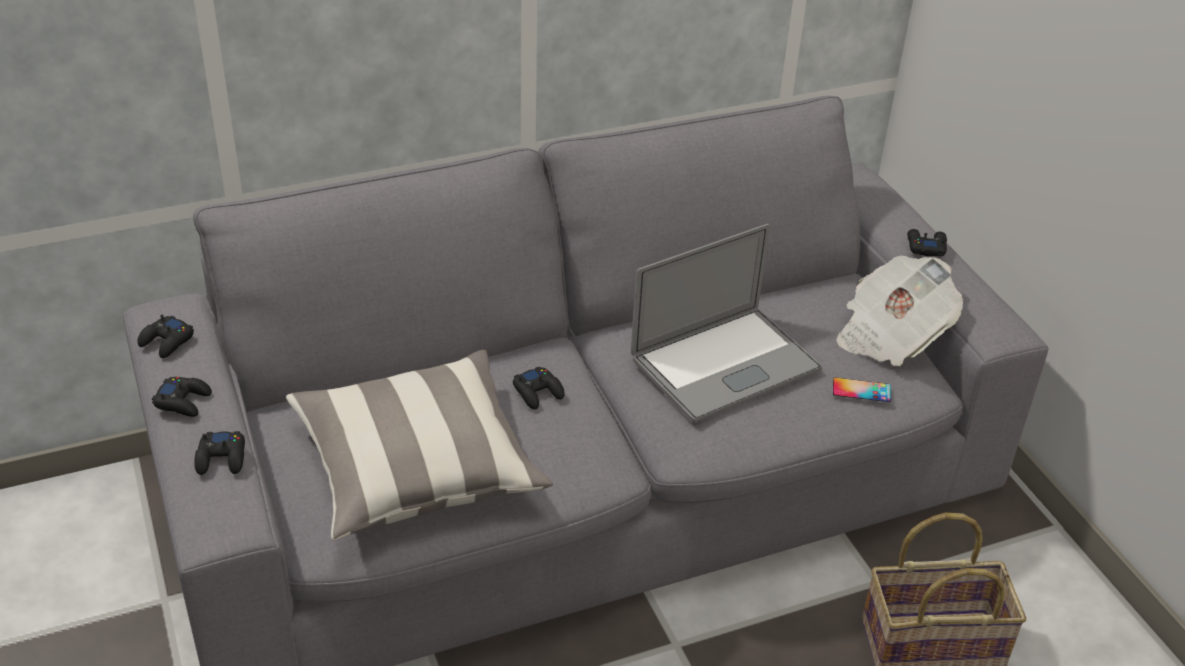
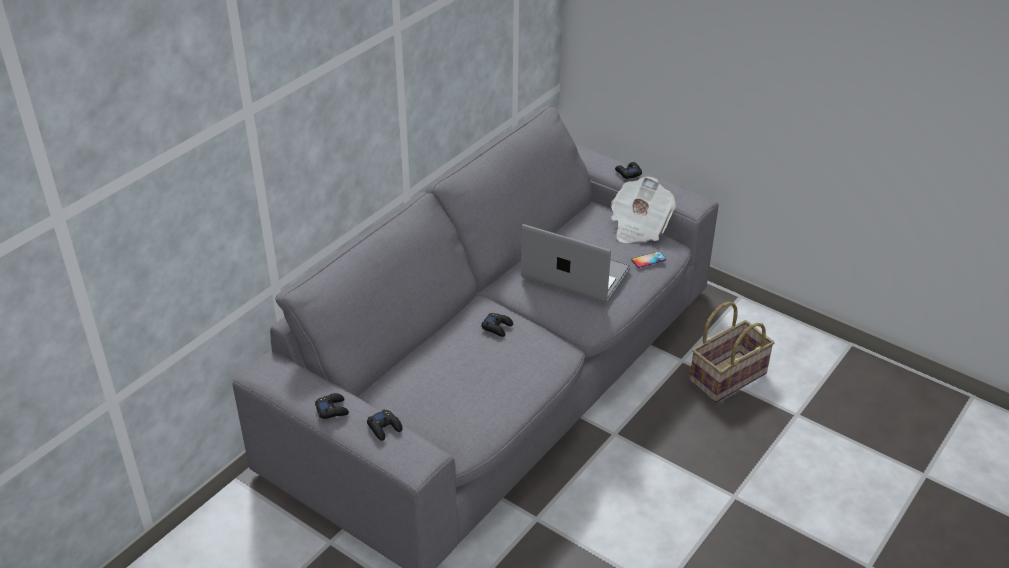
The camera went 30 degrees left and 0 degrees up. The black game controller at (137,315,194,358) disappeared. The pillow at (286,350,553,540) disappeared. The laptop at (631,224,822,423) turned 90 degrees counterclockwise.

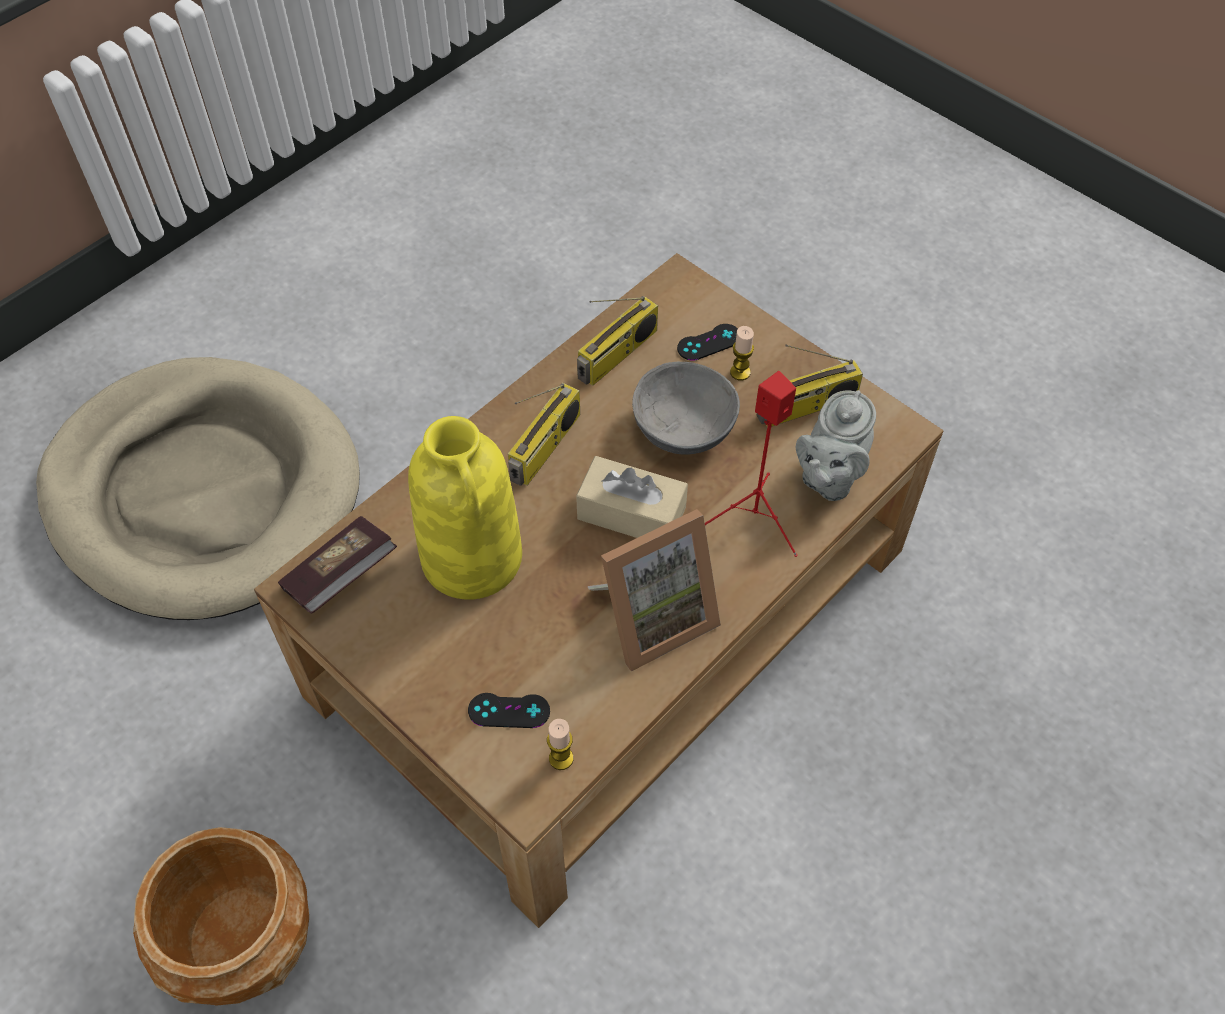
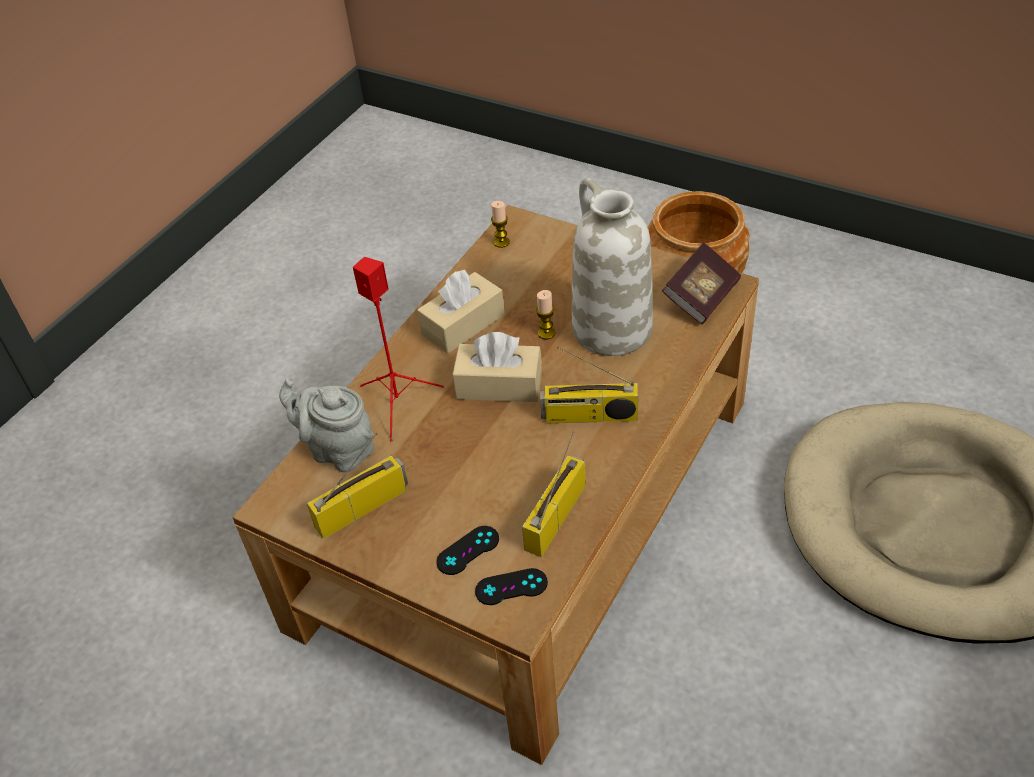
The camera went 170 degrees right and 10 degrees down. The yellow vase at (408,416,522,600) became the white vase at (572,178,653,356). The black game controller moved from (468,693,550,728) to (475,568,548,605). The radio at (508,383,580,486) turned 105 degrees counterclockwise. The picture frame at (588,509,721,672) was replaced by the beige tissue box at (417,270,505,354). The grey bowl at (632,362,740,455) disappeared. The candle moved from (730,326,754,380) to (536,290,555,340). The grey teapot at (796,390,876,501) turned 75 degrees counterclockwise.

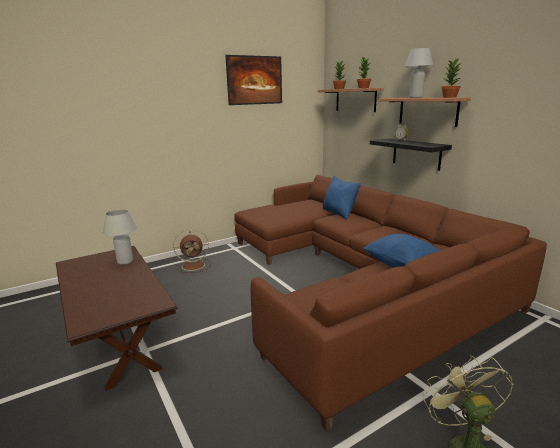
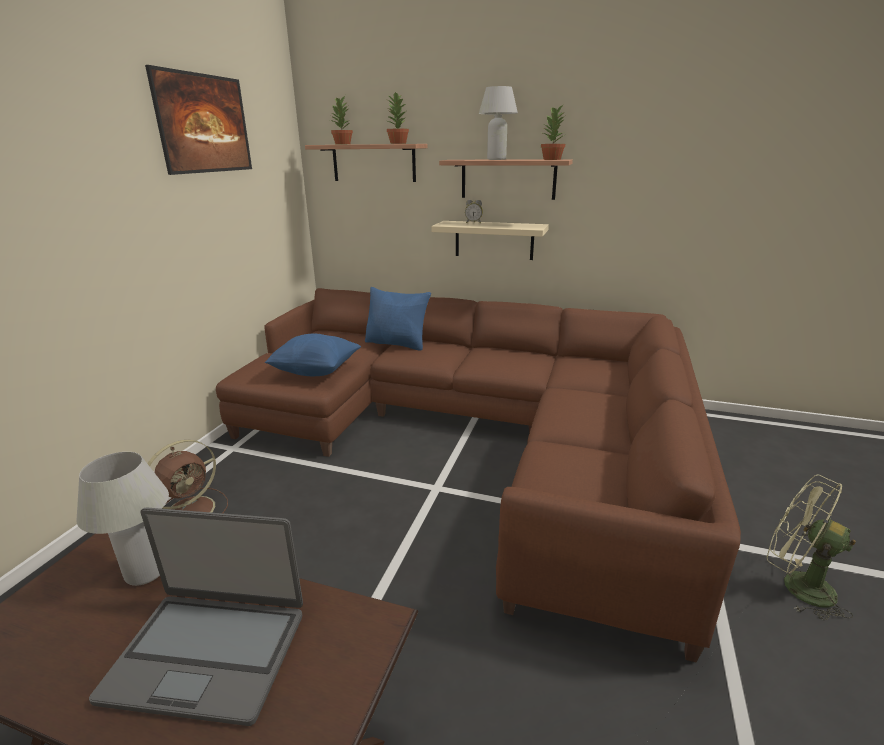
The camera went 40 degrees left and 5 degrees up. The blue pillow moved from (363,234,441,268) to (265,333,361,376). The black shelf at (370,138,452,171) became the beige shelf at (431,221,549,260). The laptop at (89,507,303,726) appeared.

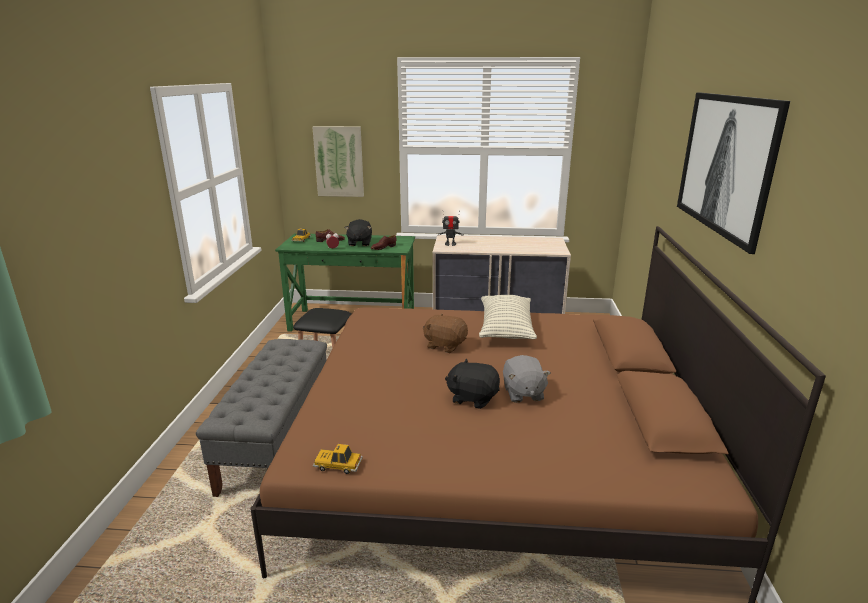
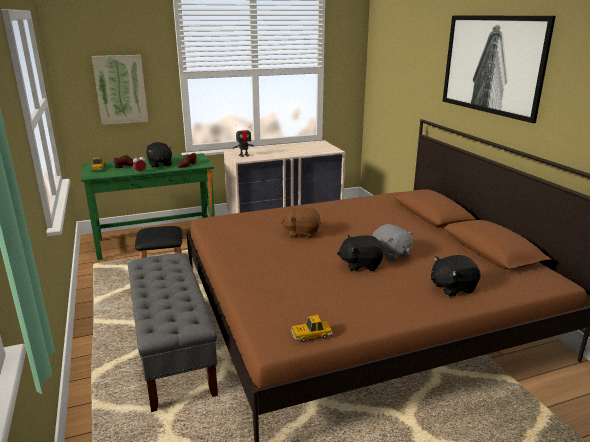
The camera went 25 degrees left and 0 degrees up. The pillow at (479,295,537,339) disappeared. The black plush toy at (431,255,481,297) appeared.

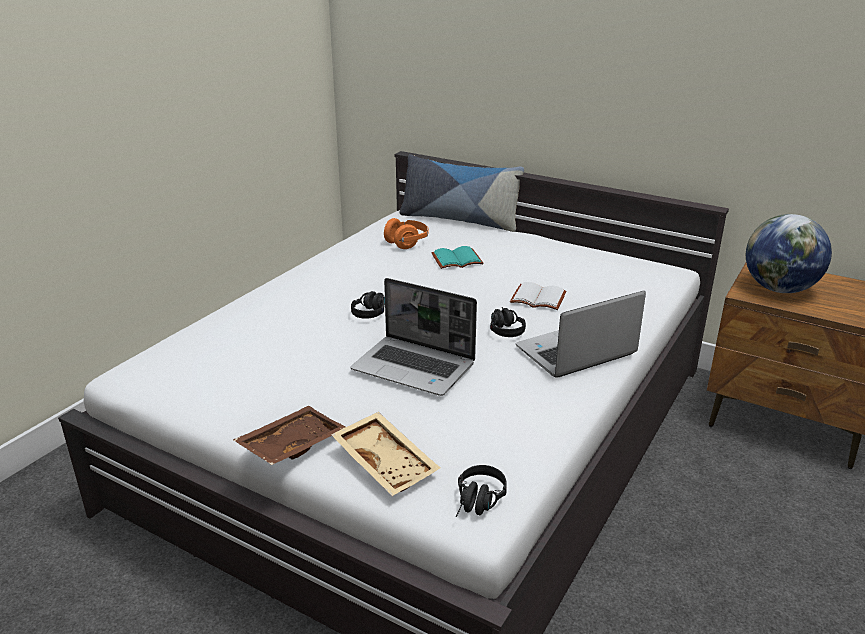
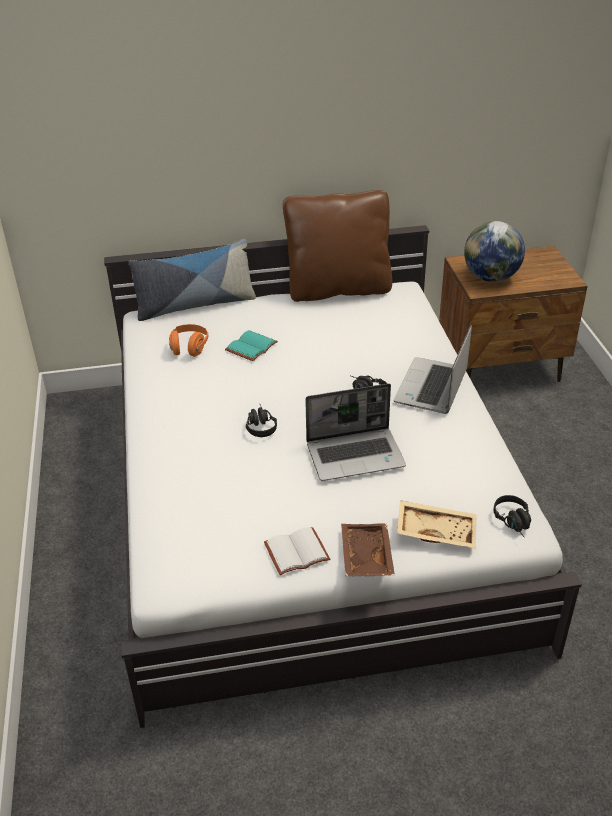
The camera went 40 degrees left and 10 degrees up. The white book moved from (510,282,566,310) to (264,527,330,575). The brown pillow at (283,190,392,302) appeared.

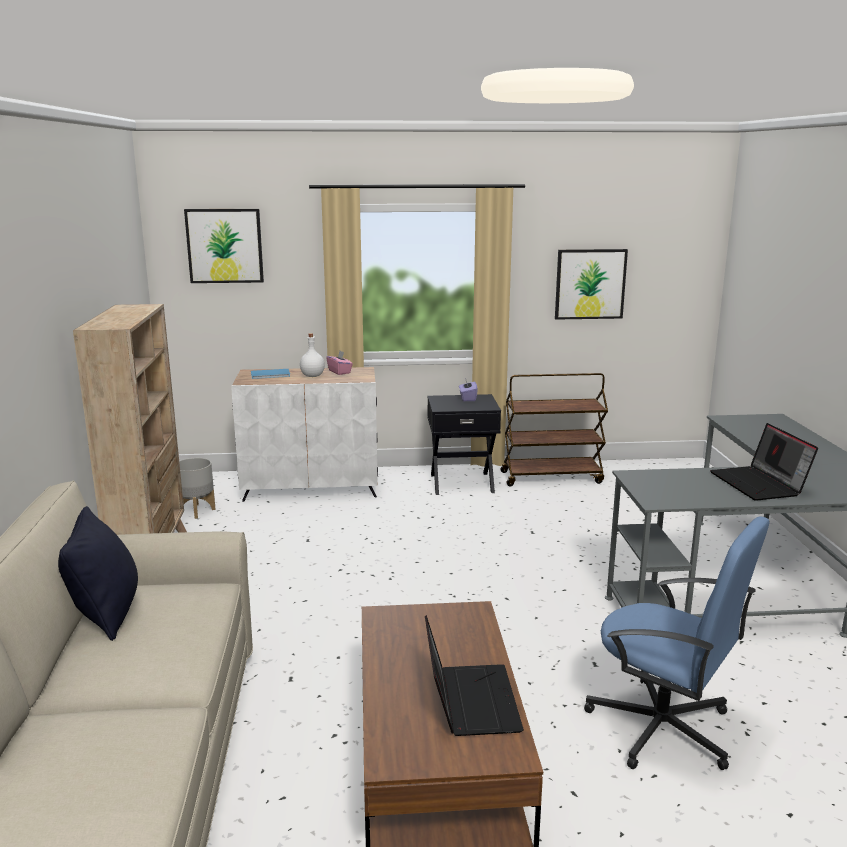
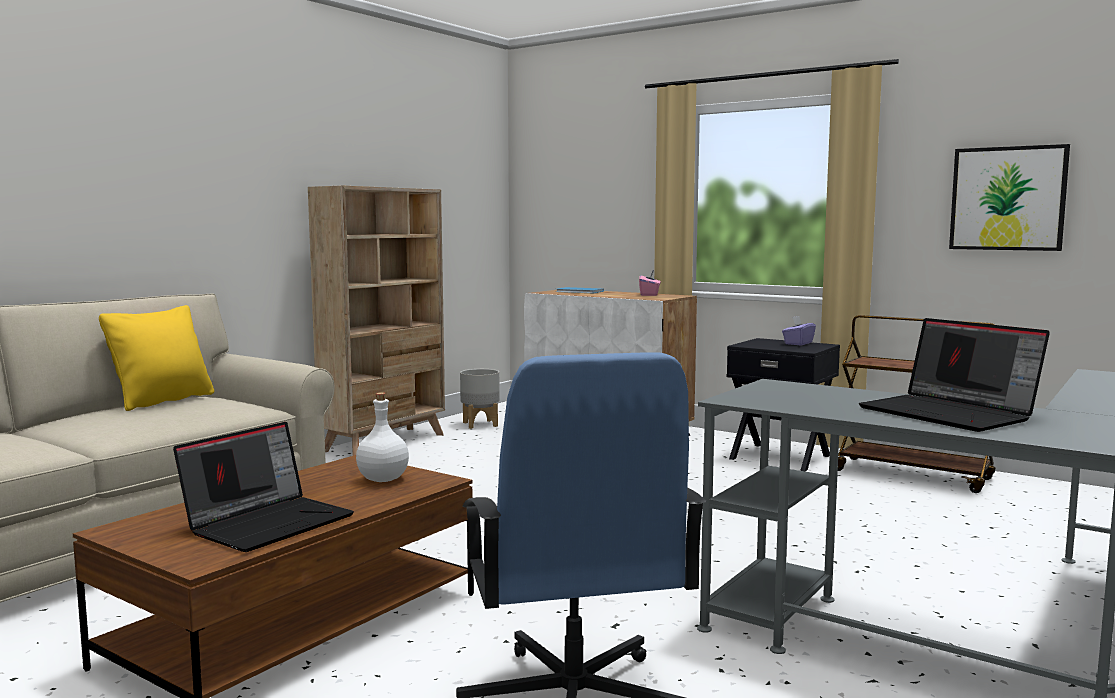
The camera went 40 degrees right and 10 degrees down. The black pillow at (58,506,138,641) became the yellow pillow at (99,305,214,411). The picture at (184,209,264,283) disappeared. The white bottle moved from (300,333,325,377) to (356,392,409,482). The laptop at (710,423,818,501) turned 60 degrees counterclockwise.

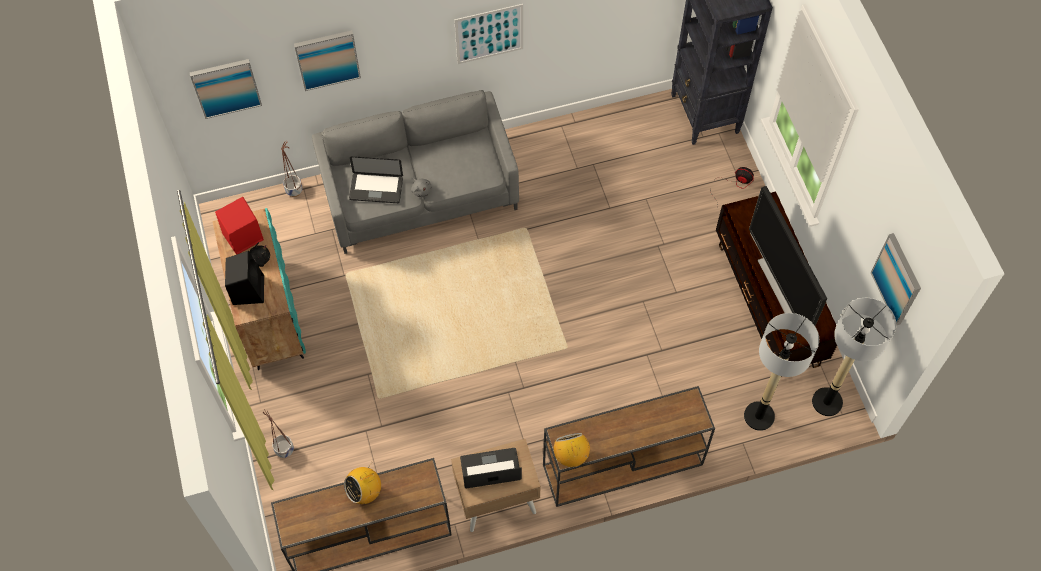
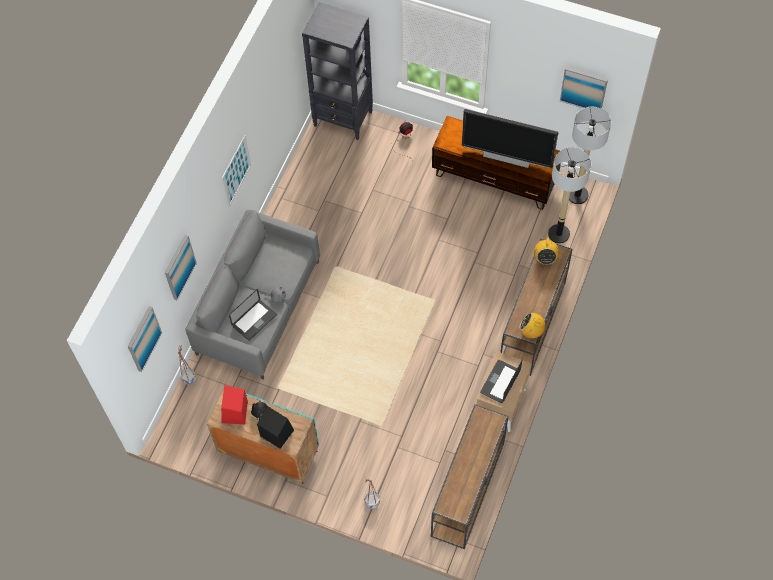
The camera went 50 degrees left and 0 degrees up. The radio moved from (344,464,381,504) to (534,238,559,265).

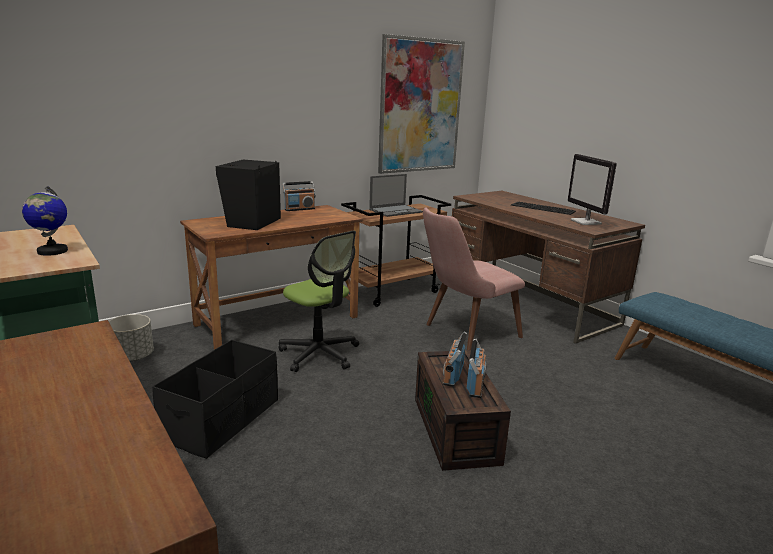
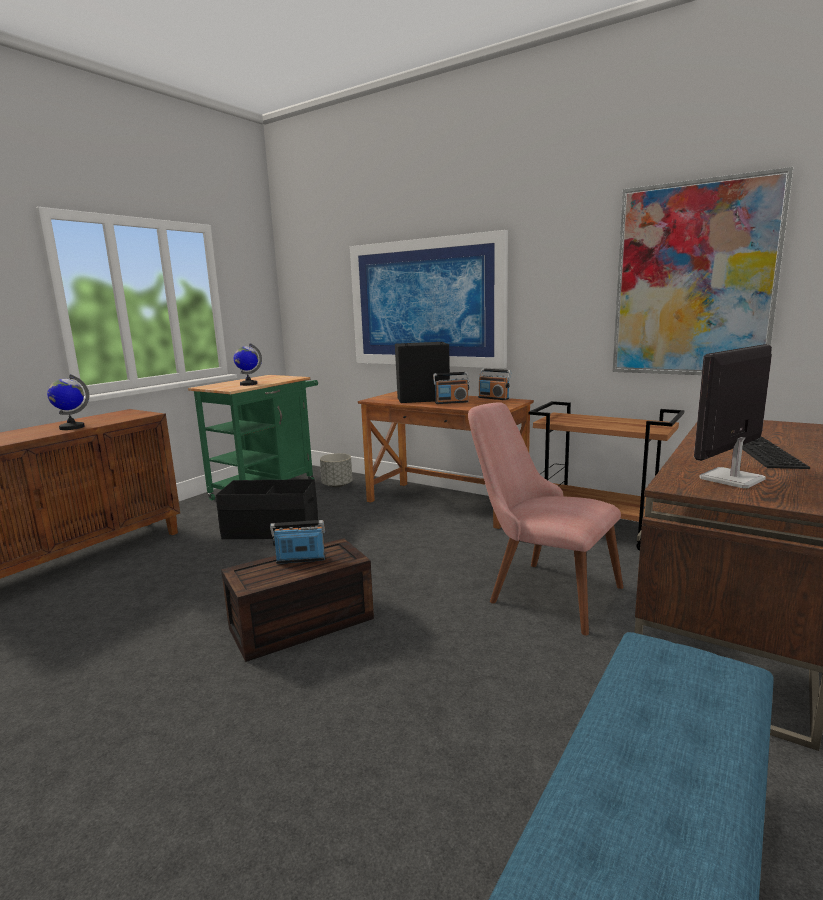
The camera went 70 degrees right and 5 degrees down. The office chair at (278,231,359,372) disappeared. The laptop at (369,174,423,217) disappeared. The radio moved from (467,339,487,398) to (433,372,469,404). The globe at (47,374,89,430) appeared. The picture at (350,230,508,369) appeared.

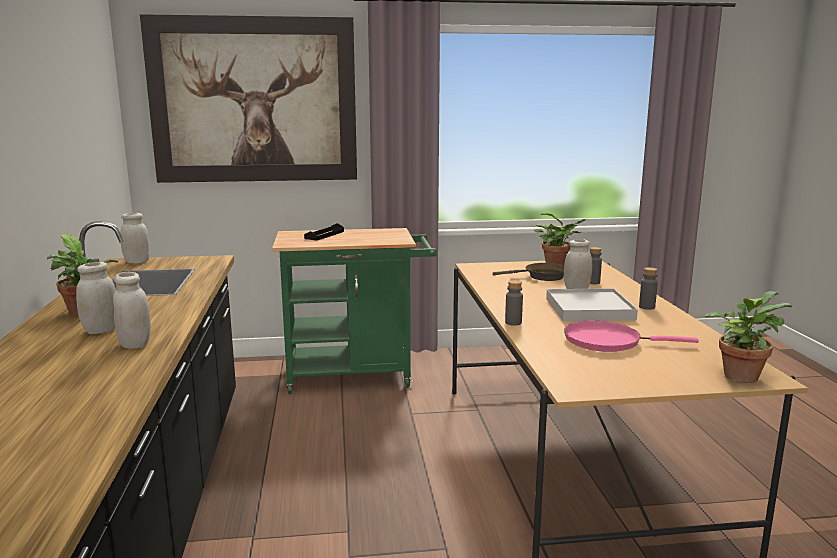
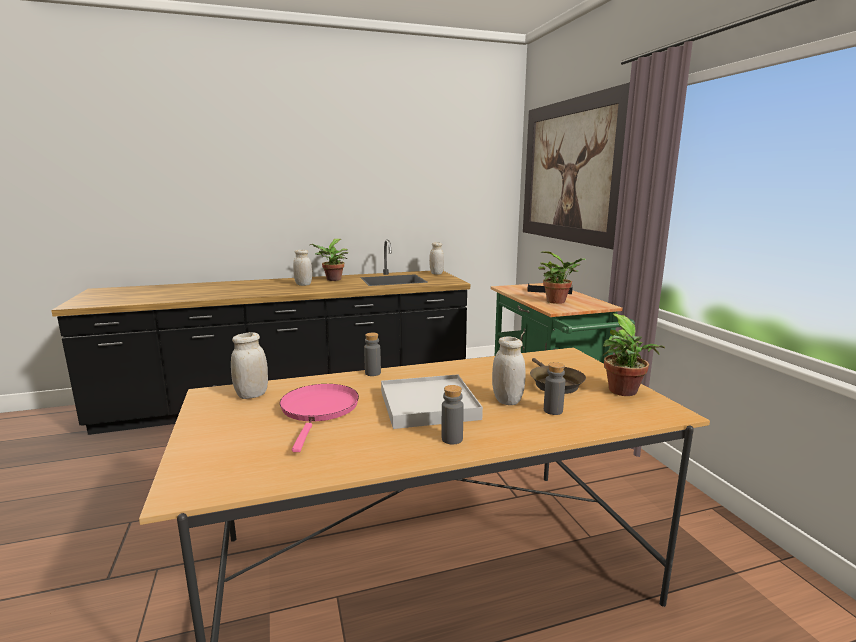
The camera went 80 degrees right and 0 degrees up. The white jar moved from (113,272,151,349) to (231,332,268,399). The potted plant moved from (705,291,792,383) to (538,251,586,304).

